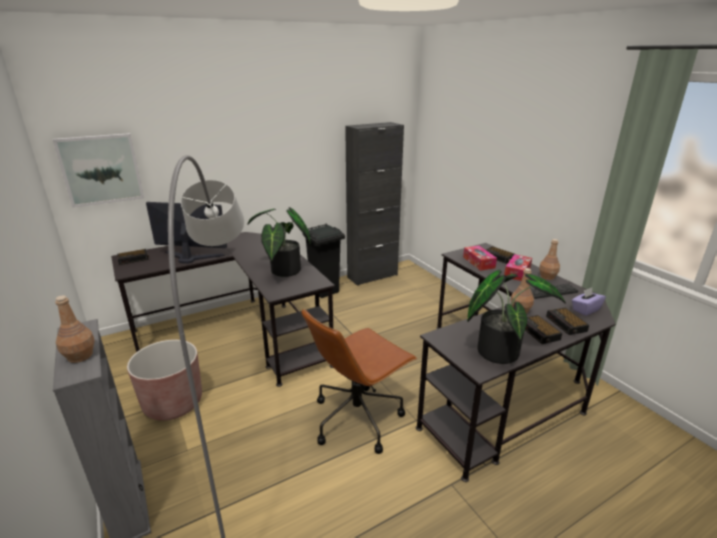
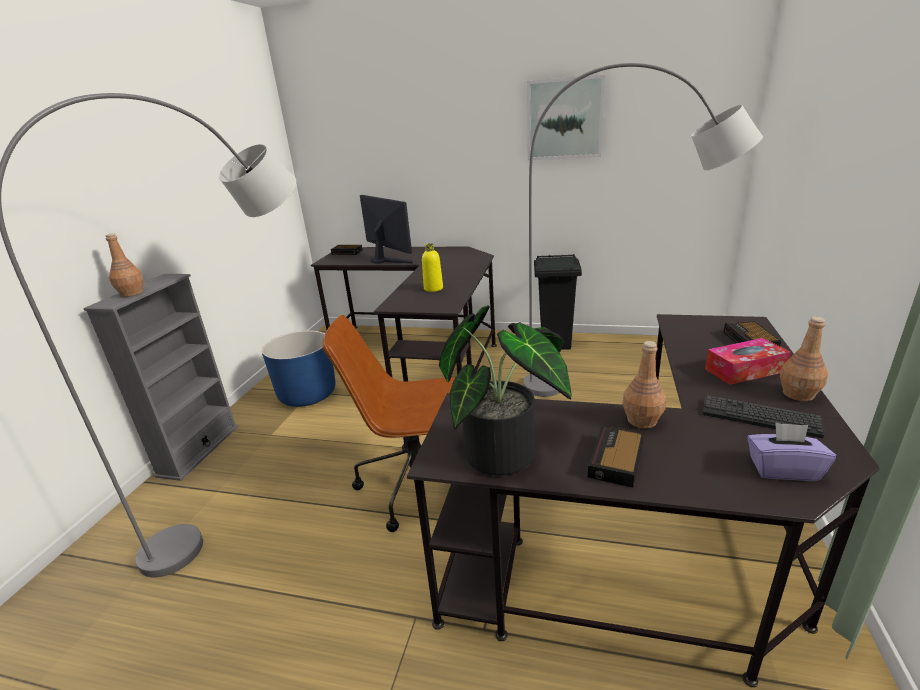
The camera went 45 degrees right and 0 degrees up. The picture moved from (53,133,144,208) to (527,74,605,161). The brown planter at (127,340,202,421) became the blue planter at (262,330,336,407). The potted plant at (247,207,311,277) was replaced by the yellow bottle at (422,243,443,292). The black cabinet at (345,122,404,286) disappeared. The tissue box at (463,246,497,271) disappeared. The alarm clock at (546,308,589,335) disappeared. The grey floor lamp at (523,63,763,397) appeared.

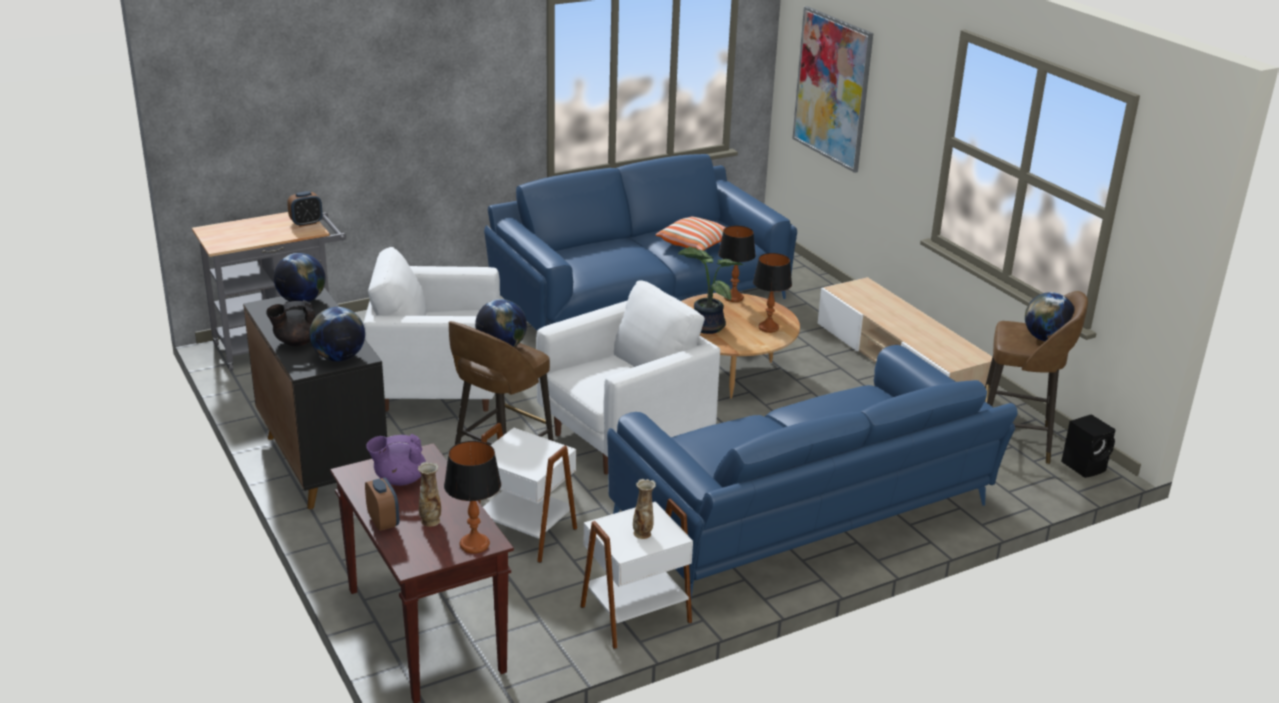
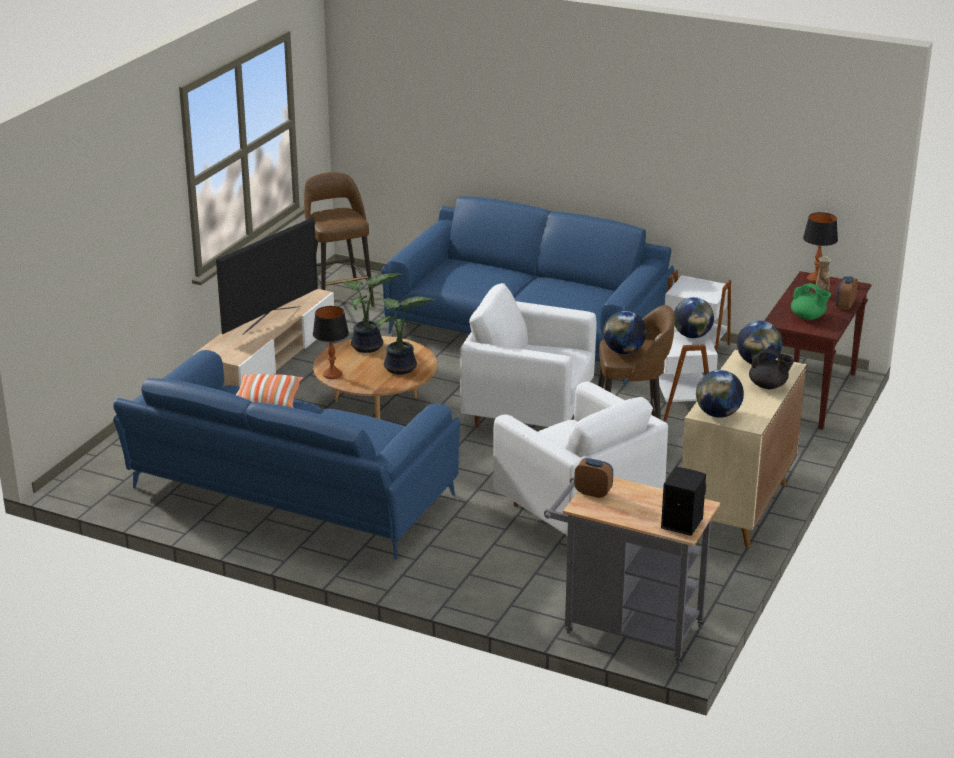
The camera went 125 degrees left and 0 degrees up. The black cabinet at (243,288,387,509) became the beige cabinet at (682,350,806,547). The purple teapot at (367,434,426,486) became the green teapot at (791,283,831,320). The vase at (633,479,656,539) disappeared. The table lamp at (753,253,792,333) was replaced by the potted plant at (343,273,402,353). The picture at (792,6,873,173) disappeared. The globe moved from (1025,292,1074,341) to (674,297,714,338). The black speaker moved from (1061,414,1116,478) to (661,467,706,536). The television at (216,217,318,335) appeared.

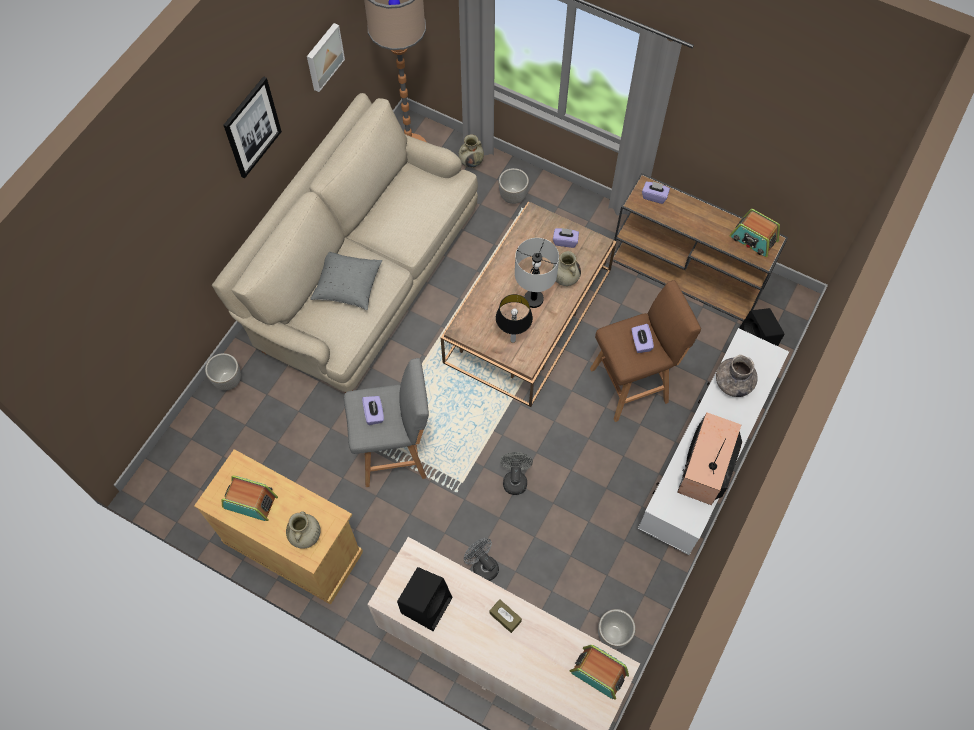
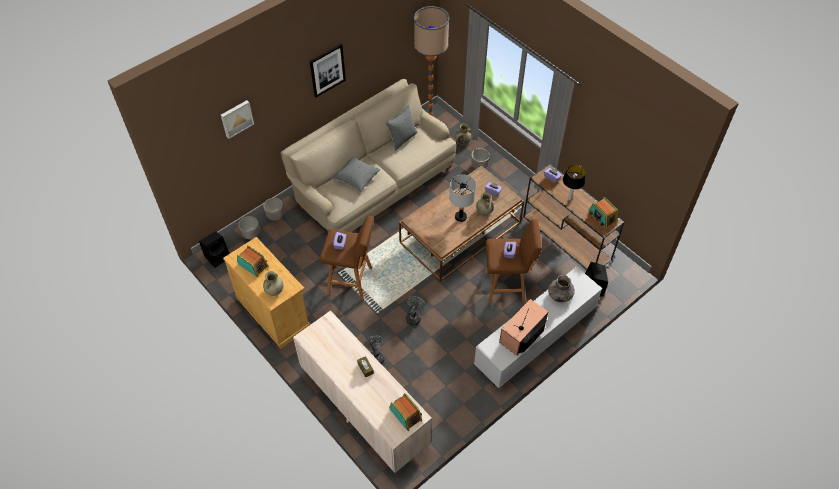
The camera went 20 degrees right and 10 degrees down. The picture moved from (307,23,345,92) to (221,100,254,139). The grey stool at (344,358,429,487) became the brown stool at (320,216,374,300). The black speaker moved from (397,567,453,631) to (199,231,230,268). The table lamp moved from (496,294,533,343) to (563,165,585,201). The planter moved from (598,609,636,649) to (238,216,259,239). The grey pillow at (386,105,418,151) appeared.

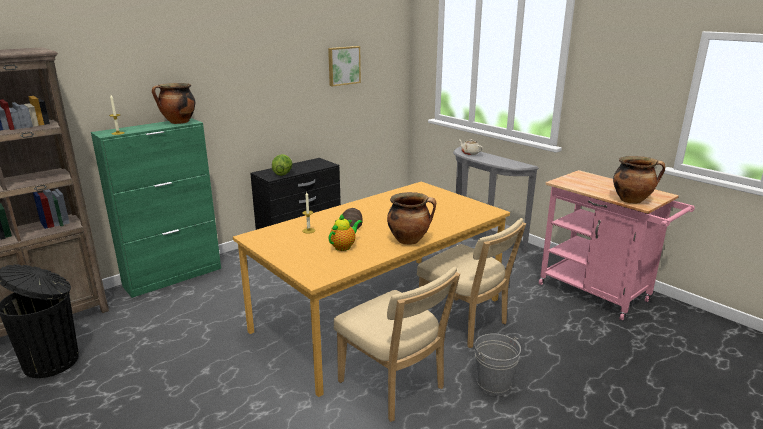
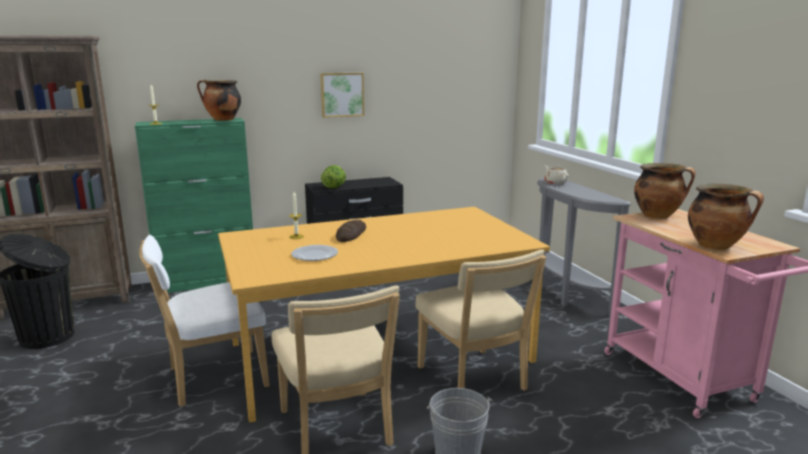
The camera went 20 degrees right and 5 degrees down. The picture moved from (328,46,361,86) to (320,73,364,118). The teapot at (328,214,362,251) was replaced by the plate at (291,245,338,261). The cooking pot moved from (387,192,436,245) to (634,163,696,219). The white chair at (139,235,270,407) appeared.

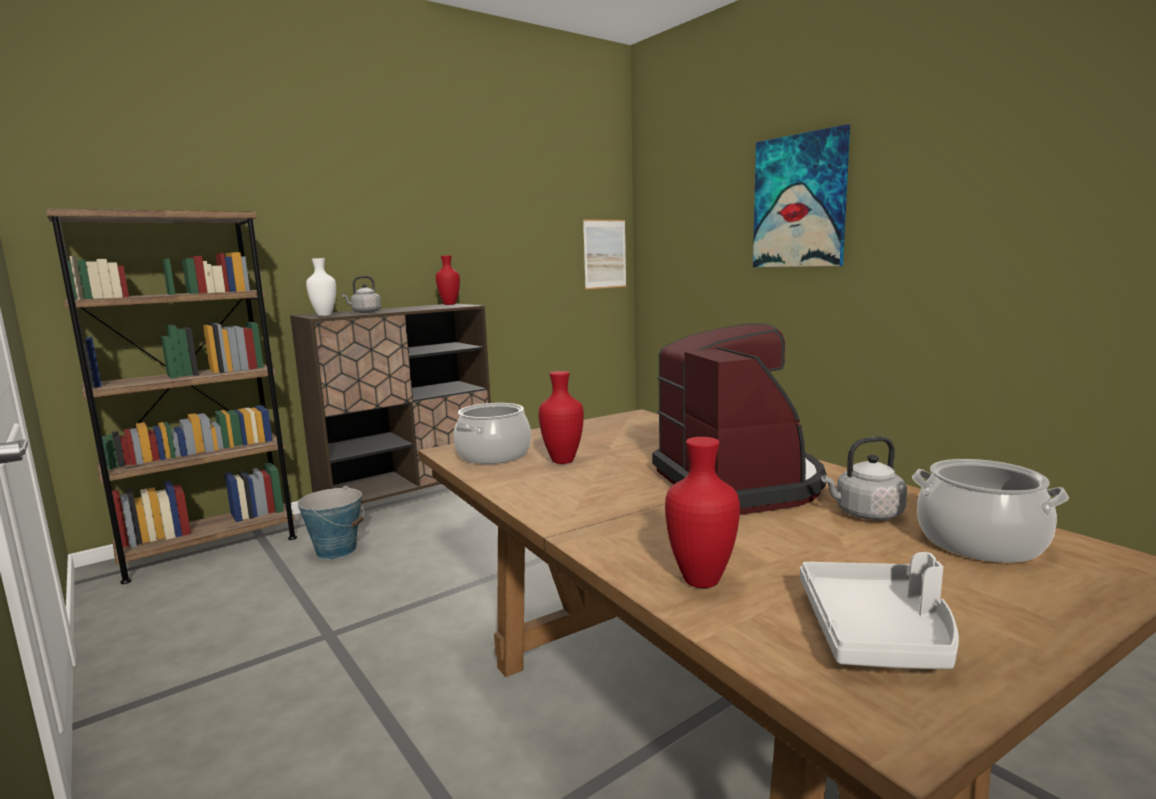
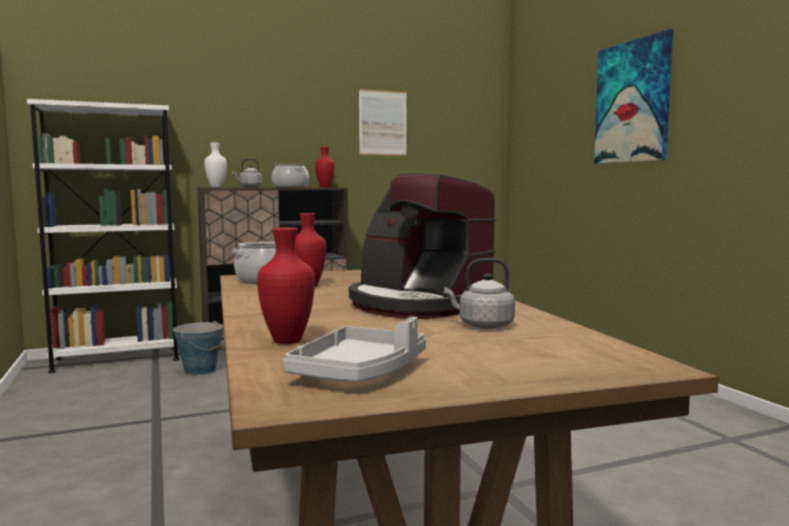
The camera went 15 degrees right and 5 degrees down. The brown bookcase at (46,209,297,584) became the white bookcase at (27,99,180,373). The picture moved from (583,219,626,289) to (359,89,407,156). The coffee machine at (652,324,826,515) turned 135 degrees clockwise. The cooking pot moved from (912,459,1069,563) to (272,164,309,187).

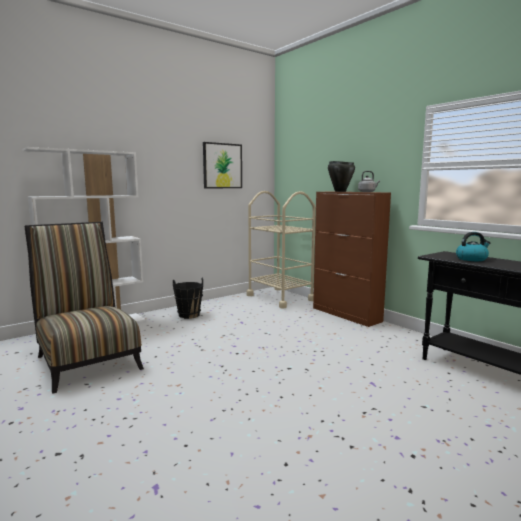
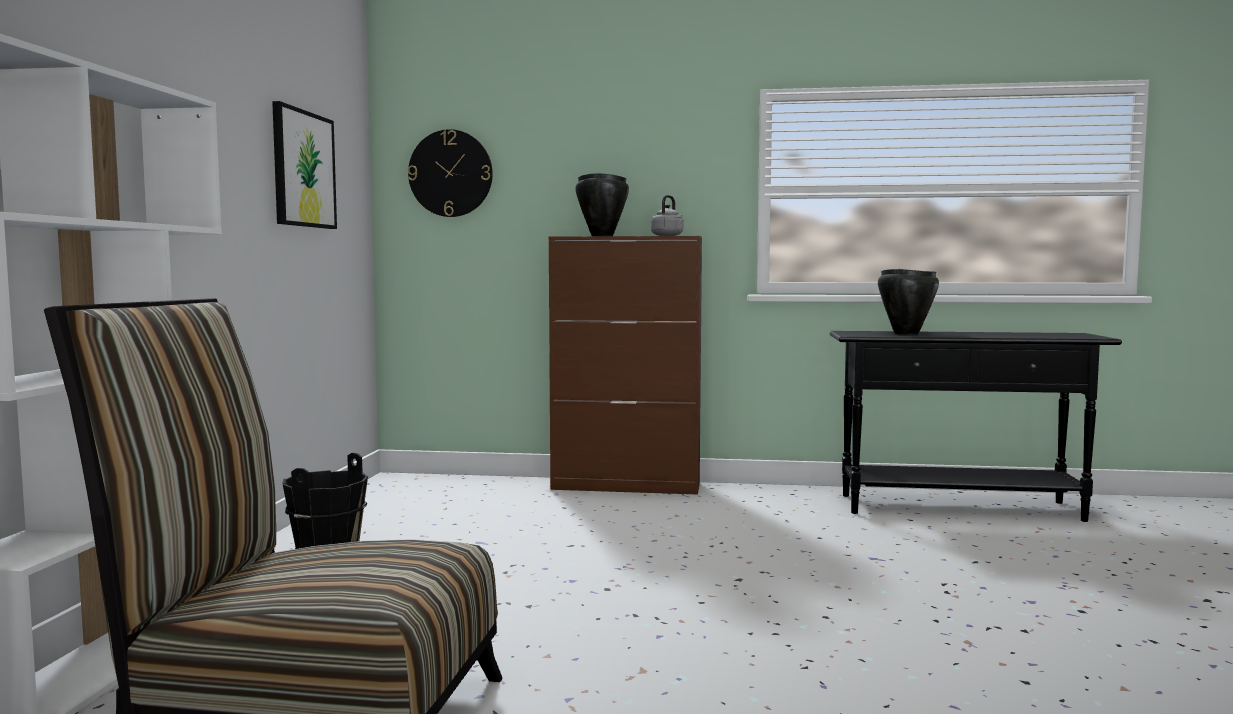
The camera went 45 degrees left and 5 degrees down. The beige cart at (247,191,315,309) disappeared. The kettle at (456,232,490,261) was replaced by the black cooking pot at (878,269,939,335). The wall clock at (408,129,493,217) appeared.

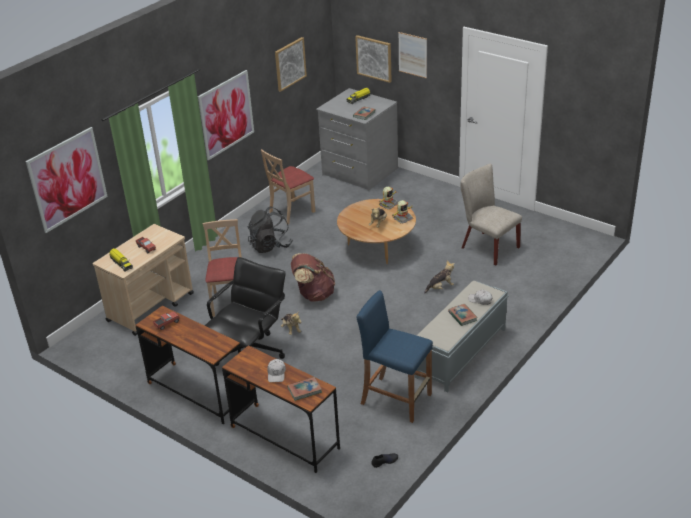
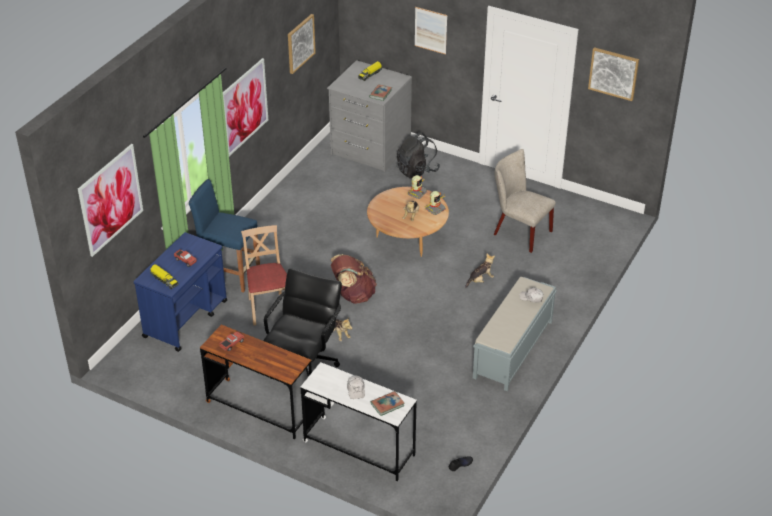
The camera went 10 degrees left and 5 degrees up. The beige cart at (93,224,194,336) became the blue cart at (133,232,227,352). The brown desk at (222,345,340,473) became the white desk at (301,362,417,481). The black backpack moved from (247,206,293,253) to (397,132,440,178). The beige chair at (261,149,315,224) disappeared. The picture moved from (355,35,392,83) to (588,47,639,101). The blue stool moved from (357,290,433,423) to (189,179,260,292). The book at (448,304,478,326) disappeared.

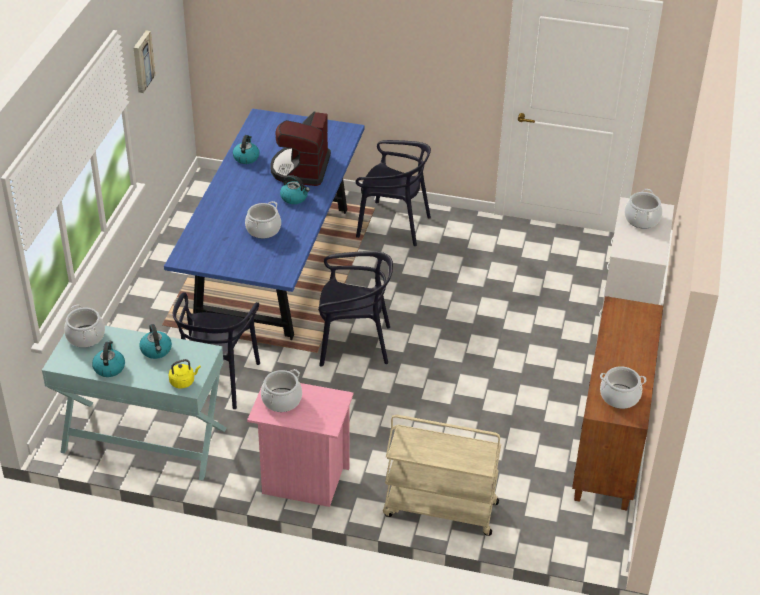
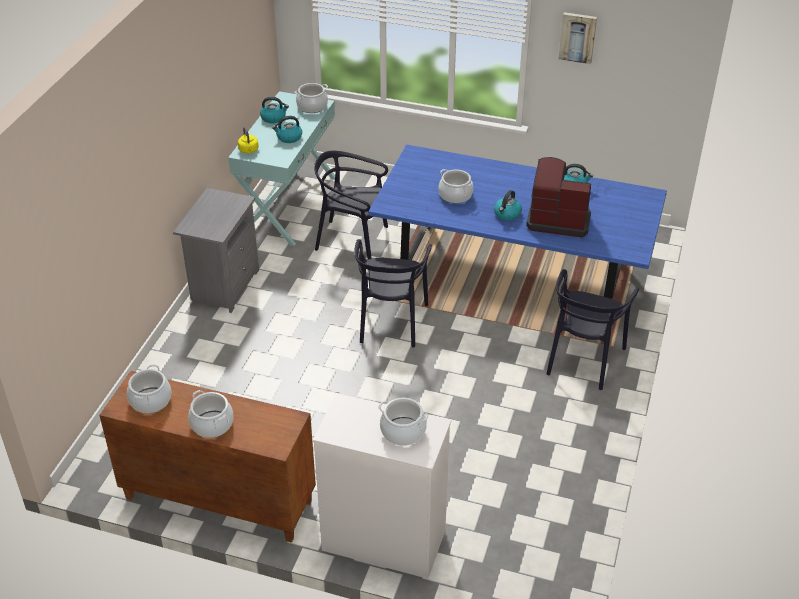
The camera went 95 degrees right and 0 degrees up. The pink nightstand at (247,383,353,507) became the grey nightstand at (173,188,259,313). The cooking pot moved from (261,369,302,412) to (188,390,234,438). The beige cart at (383,415,501,536) disappeared.

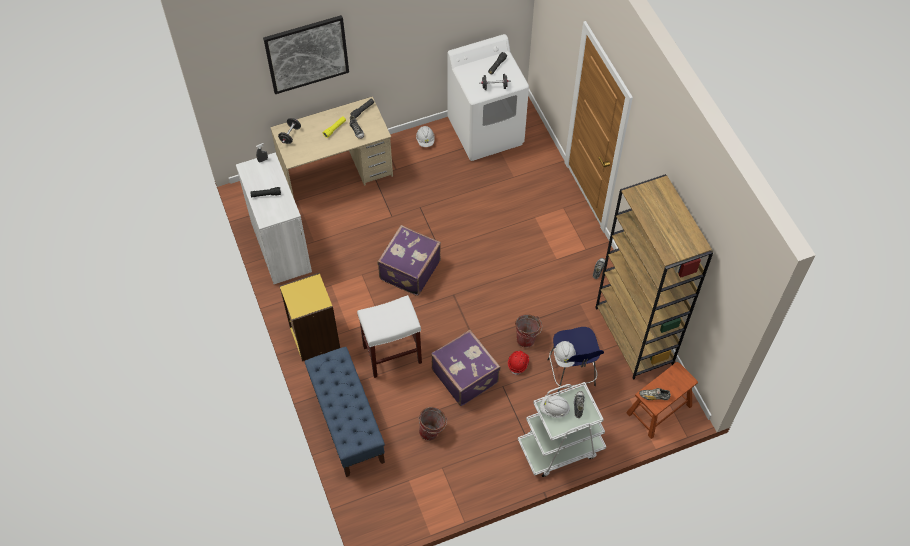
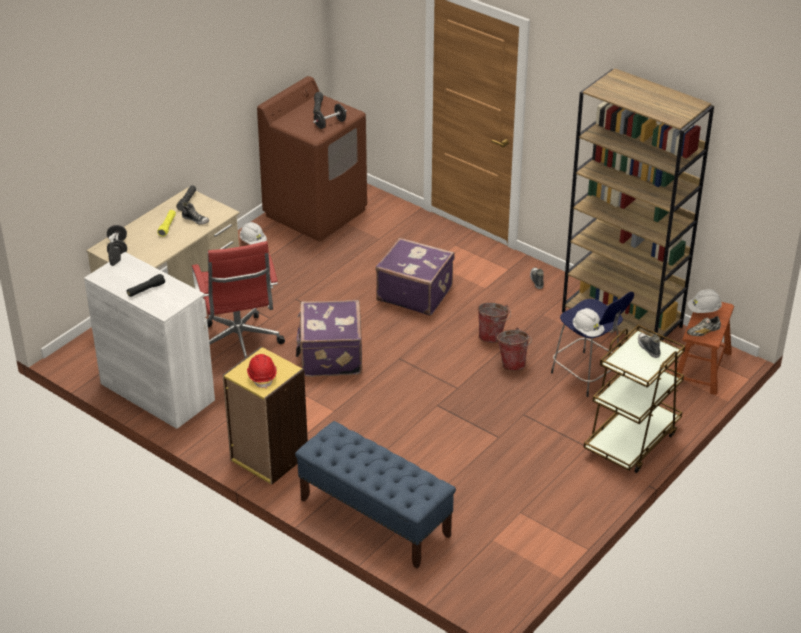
The camera went 30 degrees left and 20 degrees down. The picture at (263,15,349,94) disappeared. The white stool at (357,295,422,378) disappeared. The bucket moved from (419,407,447,441) to (478,302,511,343). The purple suitcase moved from (431,330,501,406) to (375,238,455,315). The white washing machine at (447,34,529,161) became the brown washing machine at (257,76,367,242). The red hard hat moved from (508,351,529,376) to (247,354,277,389). The white cart at (518,382,606,477) became the brown cart at (583,325,685,473). The white hard hat moved from (540,395,570,418) to (688,289,722,313). The red office chair at (192,241,285,358) appeared.

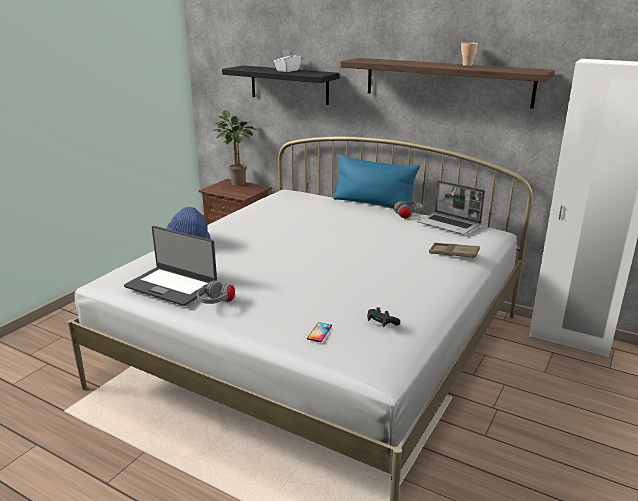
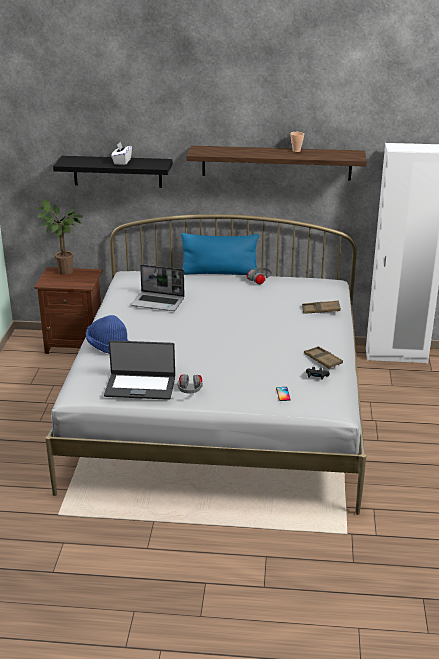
The camera went 25 degrees left and 5 degrees up. The laptop moved from (417,180,485,235) to (131,264,185,311). The brown tray at (304,346,343,369) appeared.

